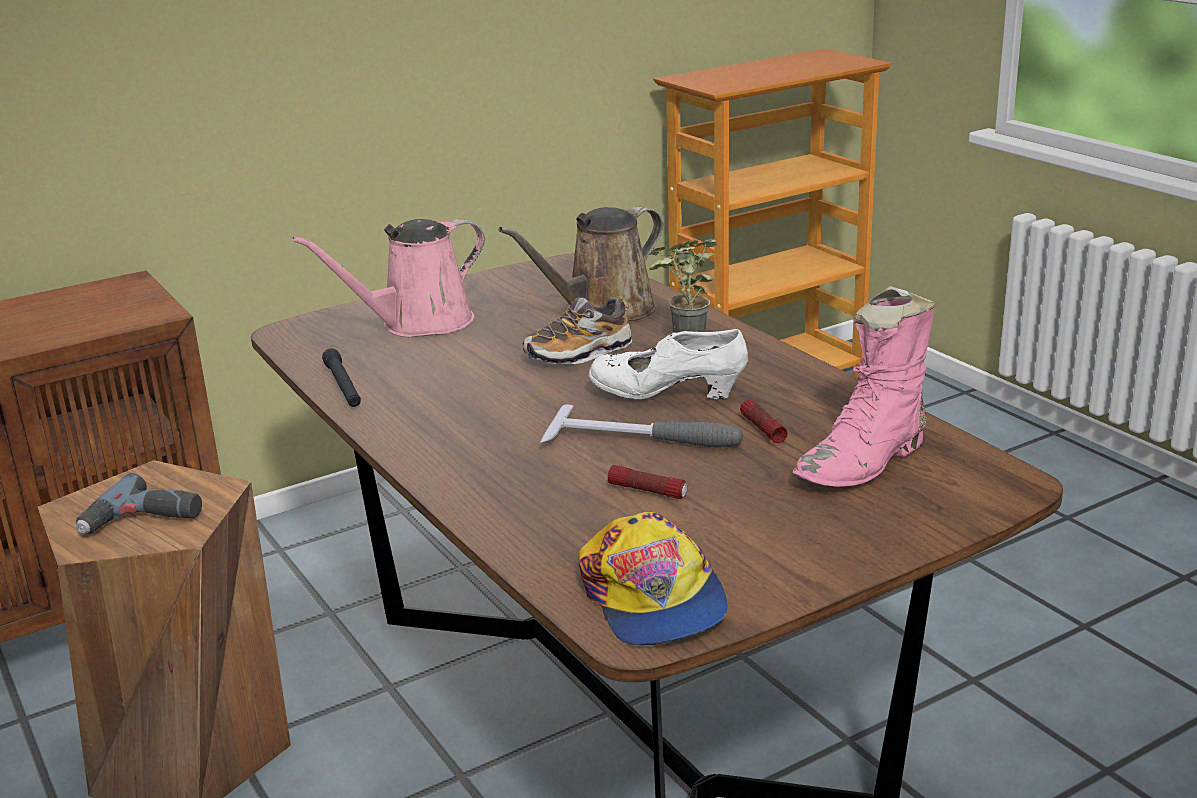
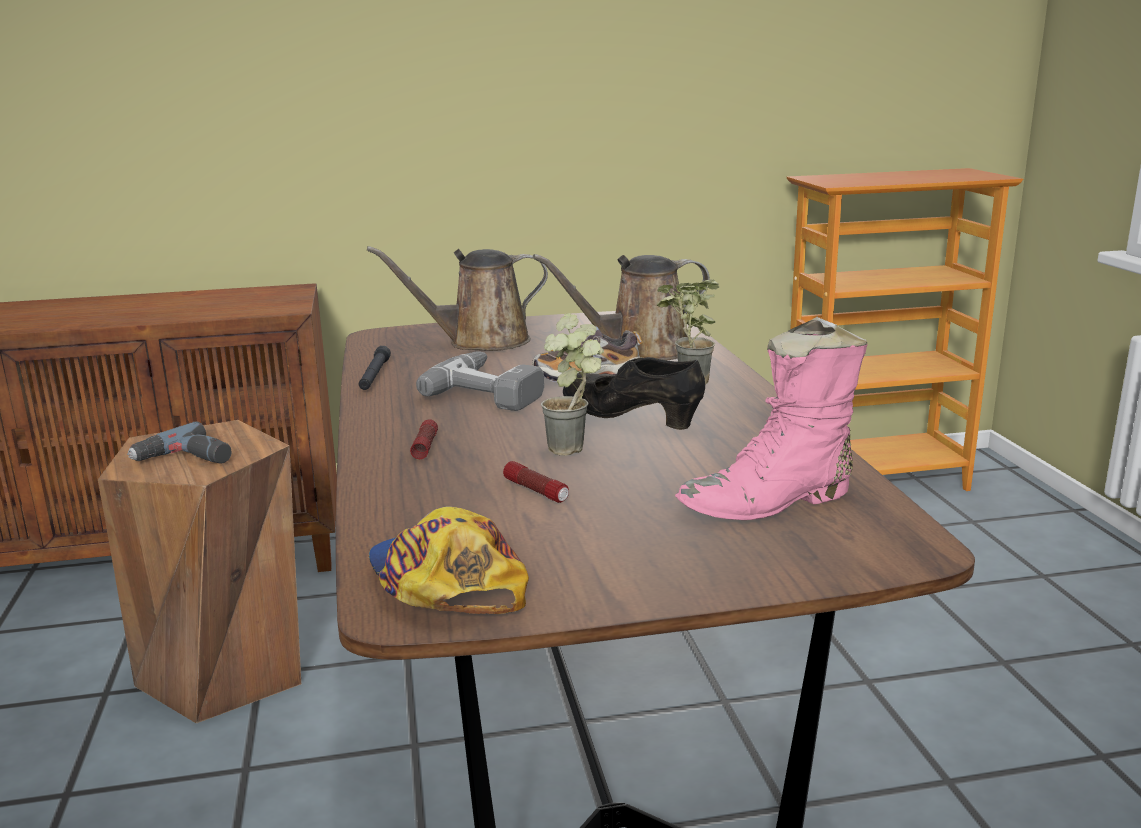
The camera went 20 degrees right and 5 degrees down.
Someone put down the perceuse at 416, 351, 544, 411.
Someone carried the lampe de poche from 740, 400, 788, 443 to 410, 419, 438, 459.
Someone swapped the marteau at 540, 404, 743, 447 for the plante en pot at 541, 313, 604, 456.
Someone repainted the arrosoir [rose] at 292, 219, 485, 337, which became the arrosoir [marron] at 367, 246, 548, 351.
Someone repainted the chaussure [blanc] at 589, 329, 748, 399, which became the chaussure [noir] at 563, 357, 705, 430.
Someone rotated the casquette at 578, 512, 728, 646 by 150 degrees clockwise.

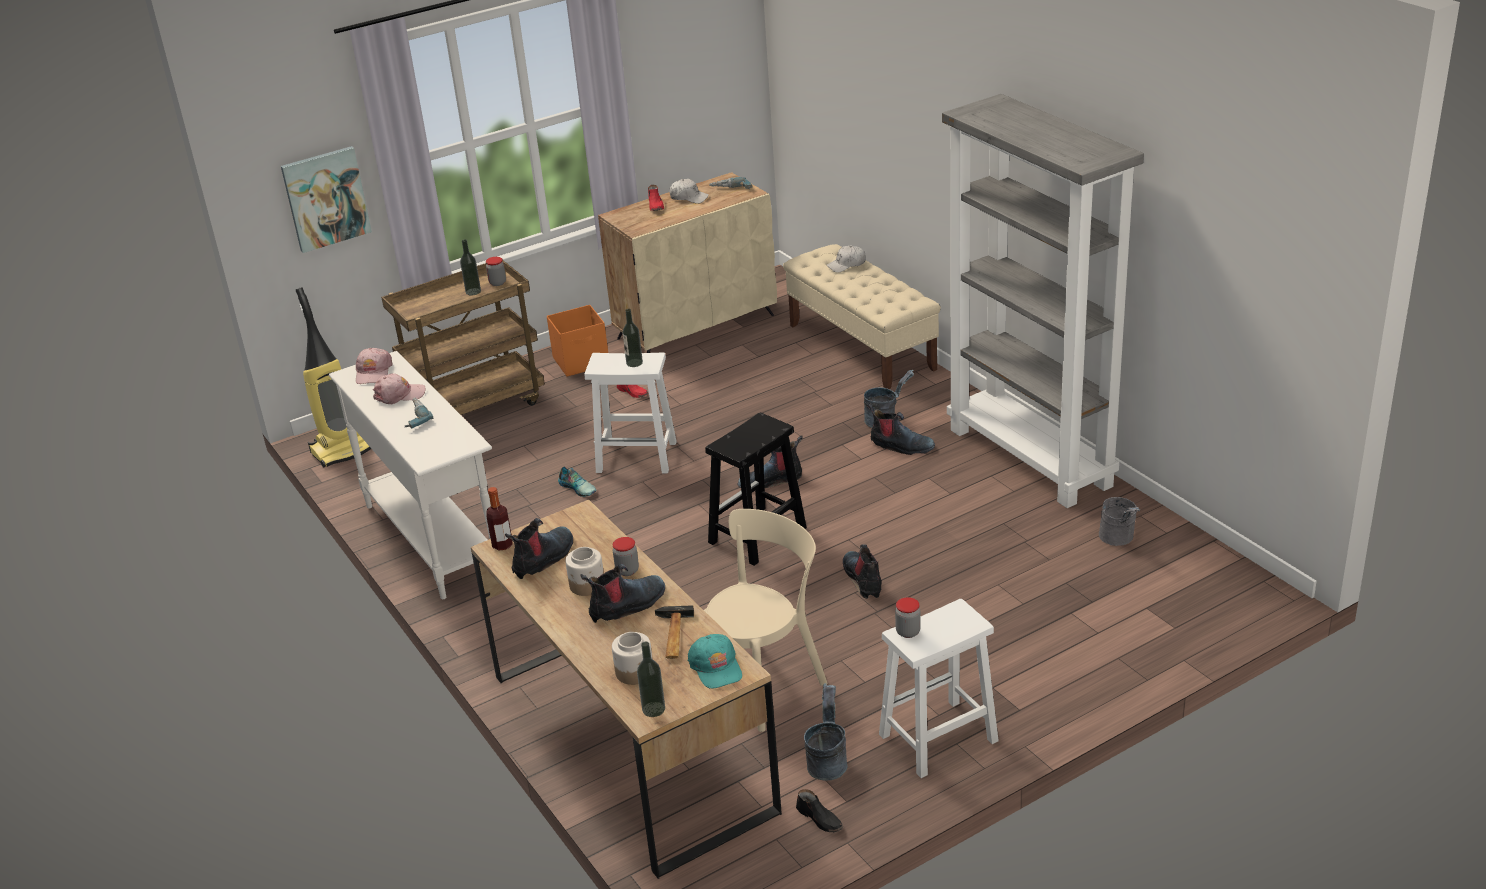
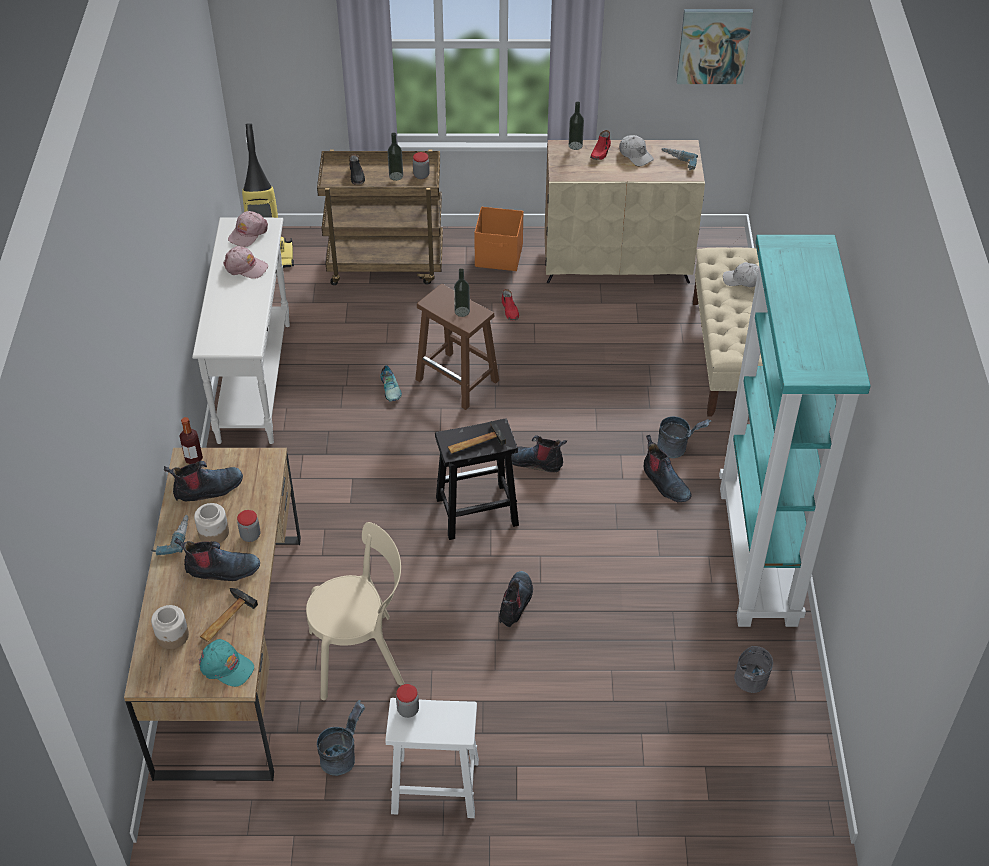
The camera went 30 degrees right and 15 degrees up.
Someone put down the marteau at 448, 421, 506, 454.
Someone carried the tableau from 281, 146, 372, 253 to 677, 9, 753, 84.
Someone carried the perceuse from 404, 398, 434, 428 to 151, 515, 188, 555.
Someone carried the bouteille from 637, 642, 665, 717 to 569, 101, 584, 150.
Someone carried the chaussure [noir] from 796, 789, 843, 832 to 349, 154, 365, 185.
Someone repainted the tabouret [blanc] at 584, 353, 677, 473, which became the tabouret [marron] at 415, 284, 499, 410.
Someone repainted the bibliothèque [gris] at 942, 94, 1144, 508, which became the bibliothèque [turquoise] at 719, 235, 870, 627.
Someone rotated the casquette [turquoise] at 688, 634, 742, 689 by 75 degrees counterclockwise.

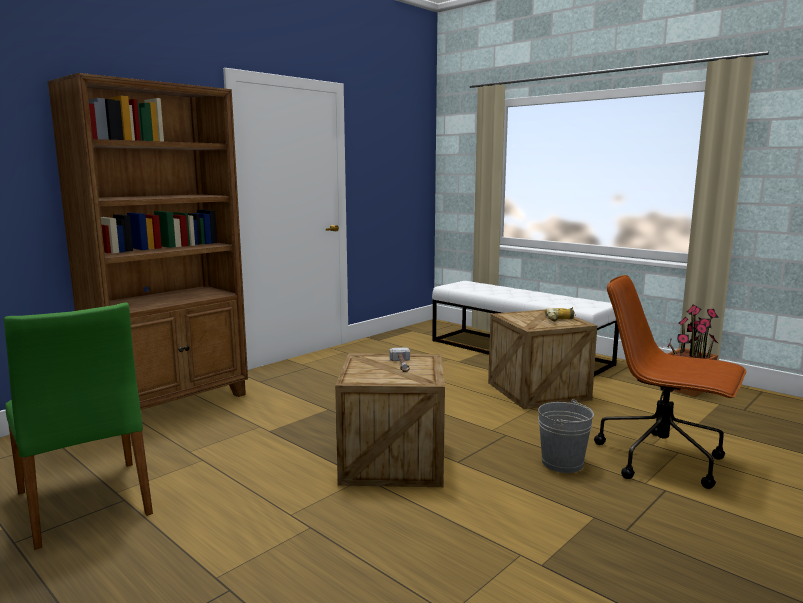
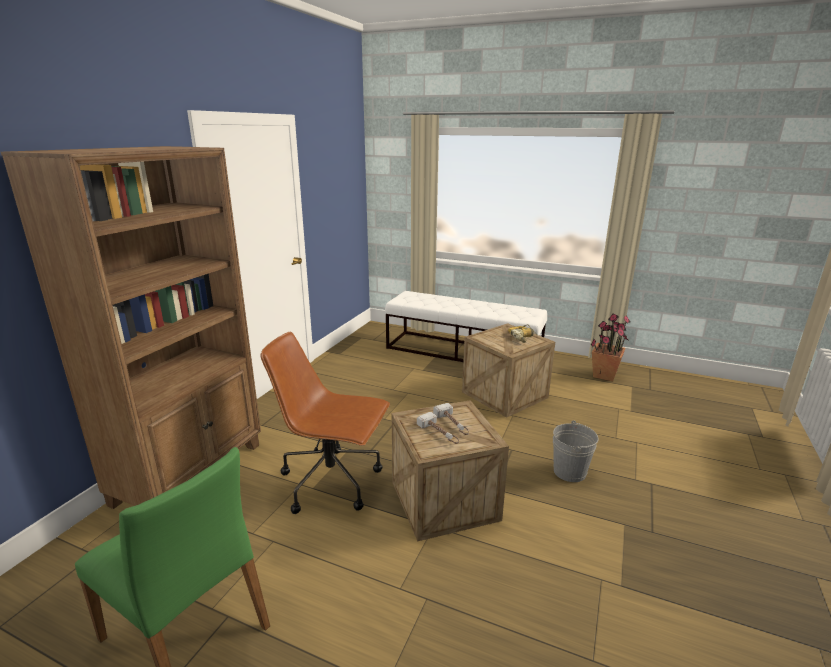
The camera went 20 degrees left and 10 degrees up.
Someone put down the marteau at 417, 412, 459, 444.
Someone carried the chaise de bureau [marron] from 594, 275, 746, 489 to 260, 332, 390, 514.

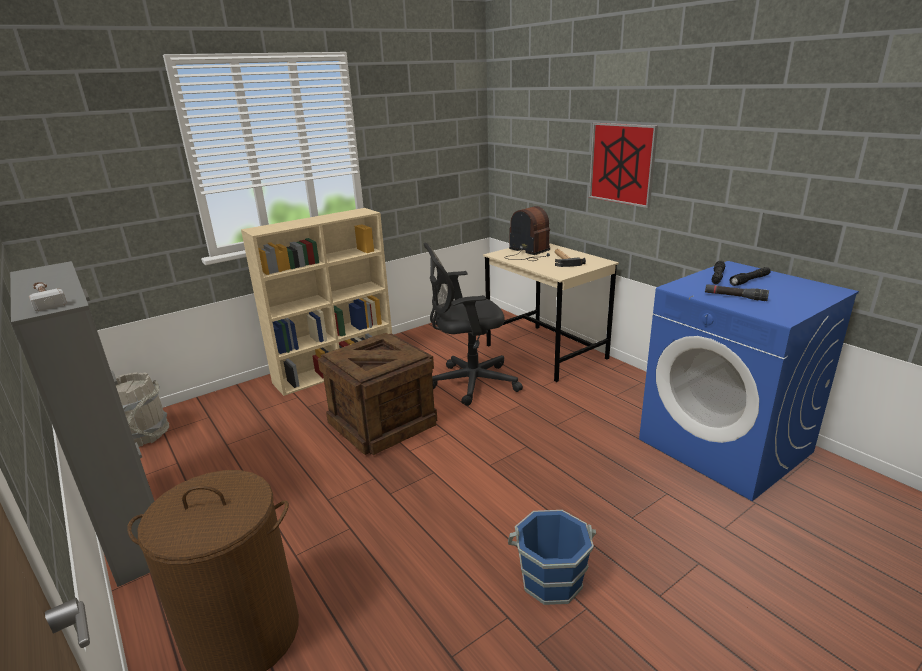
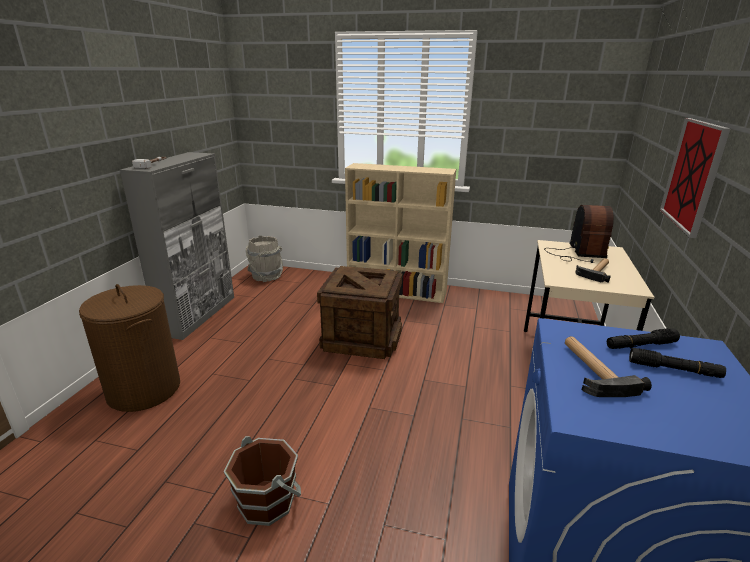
The camera went 50 degrees right and 0 degrees up.
Someone took away the chaise de bureau [noir] at 423, 243, 523, 406.
Someone swapped the lampe de poche [noir] at 705, 284, 769, 301 for the marteau at 565, 336, 652, 397.
Someone repainted the seau [bleu] at 508, 510, 596, 605, which became the seau [marron] at 224, 436, 301, 526.

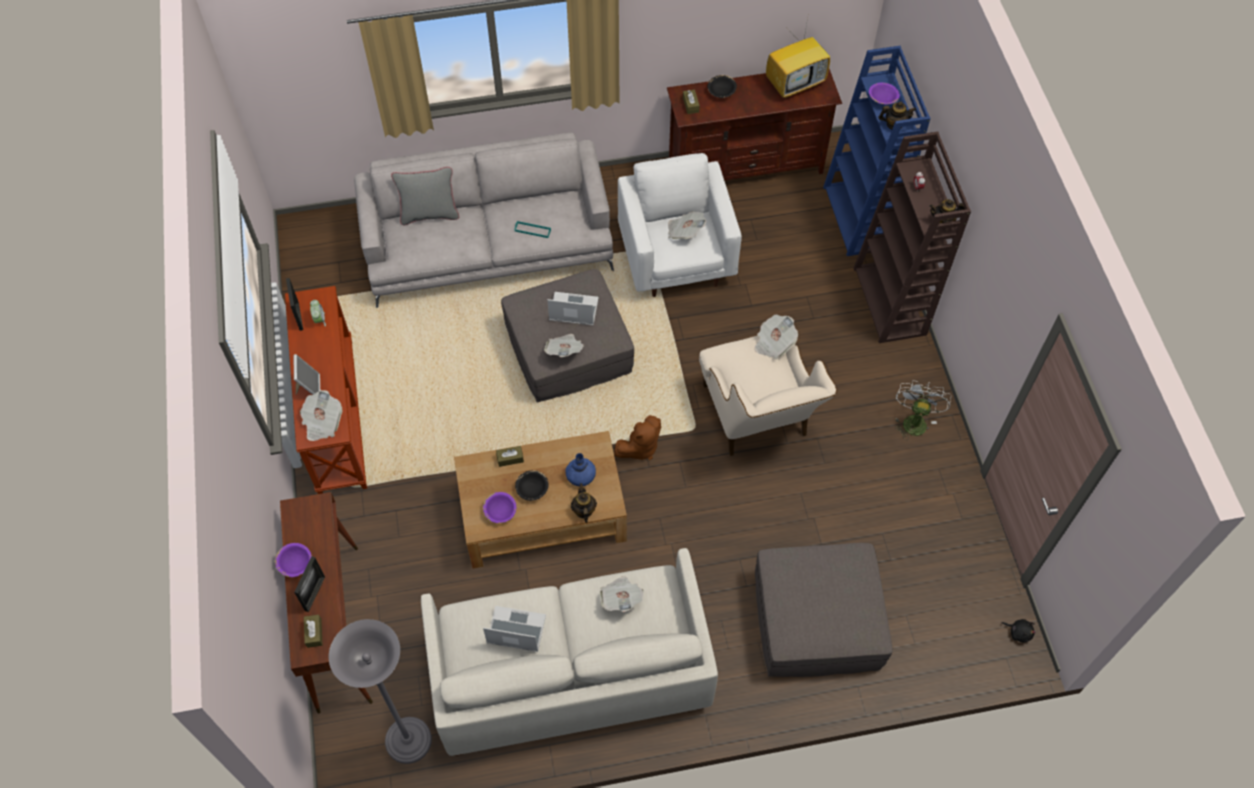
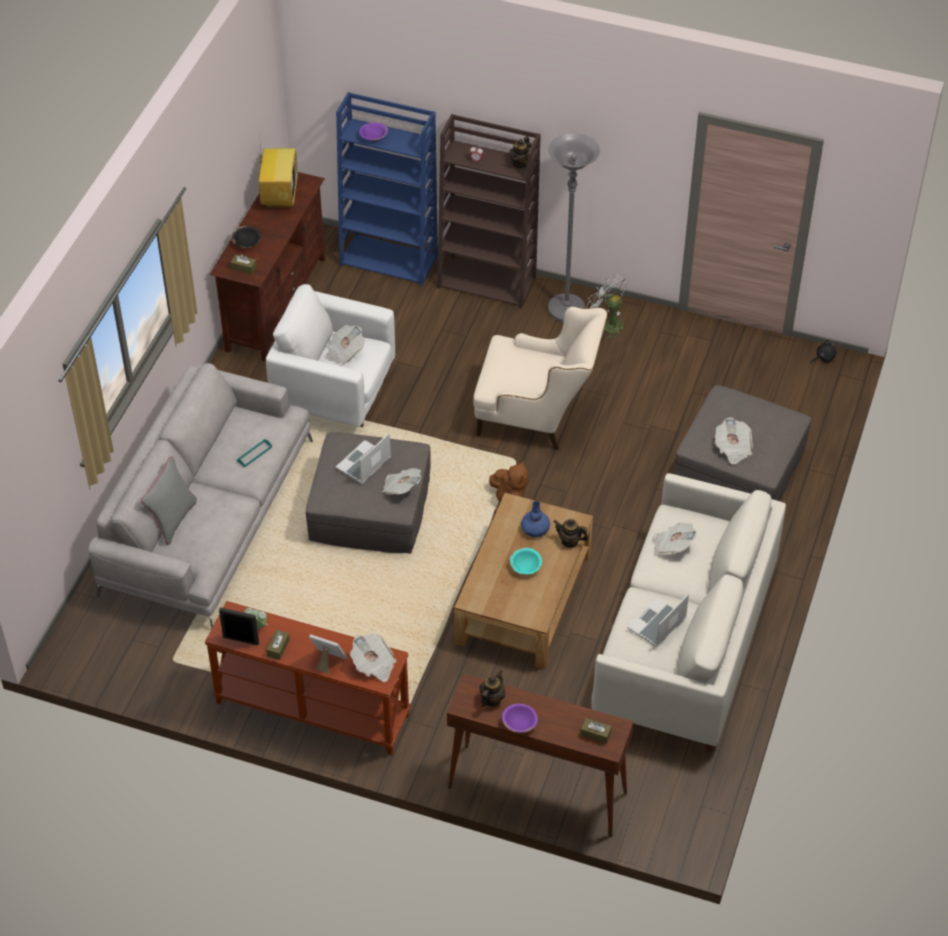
The camera went 60 degrees left and 10 degrees down.
Someone took away the cadre photo at 294, 556, 325, 612.
Someone took away the bol [violet] at 483, 492, 516, 523.
Someone carried the lampadaire [gris] from 329, 619, 432, 764 to 548, 133, 600, 322.
Someone carried the boîte à mouchoirs [marron] from 496, 446, 524, 467 to 266, 630, 290, 660.
Someone carried the journal from 754, 314, 798, 360 to 715, 417, 753, 465.
Someone carried the théière from 878, 101, 916, 130 to 479, 670, 505, 707.
Someone repainted the bol [noir] at 515, 470, 549, 501, which became the bol [turquoise] at 510, 548, 542, 575.

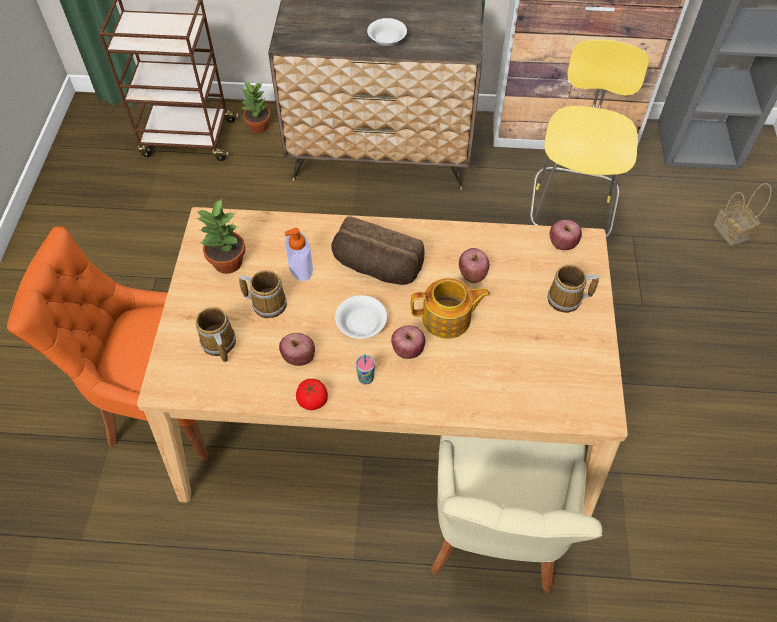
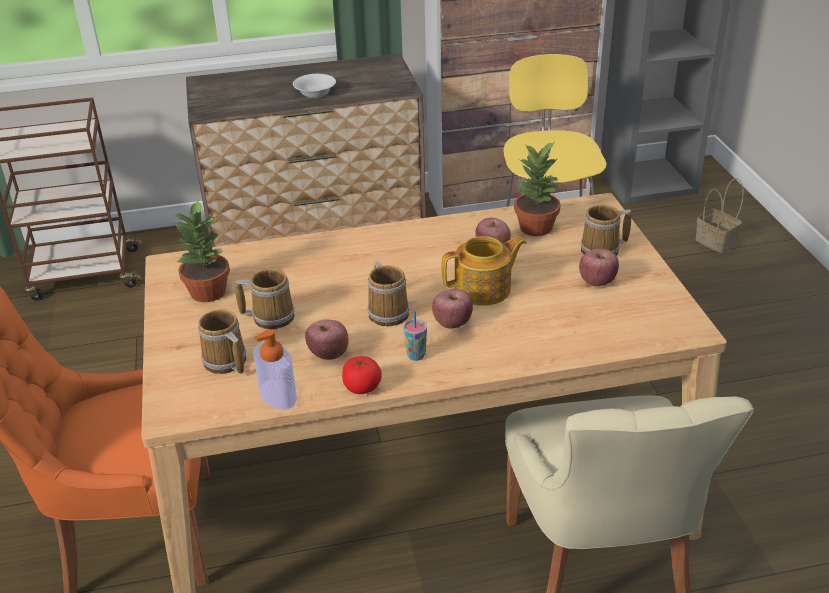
The camera went 15 degrees left and 20 degrees down.
Someone took away the pain at 331, 216, 424, 285.
Someone carried the plante en pot from 241, 81, 270, 133 to 514, 141, 561, 236.
Someone carried the distributeur de savon from 285, 228, 313, 281 to 253, 329, 297, 410.
Someone carried the pomme from 550, 220, 582, 250 to 579, 249, 619, 286.
Someone swapped the bol [blanc] at 335, 295, 387, 339 for the mug at 368, 261, 409, 326.

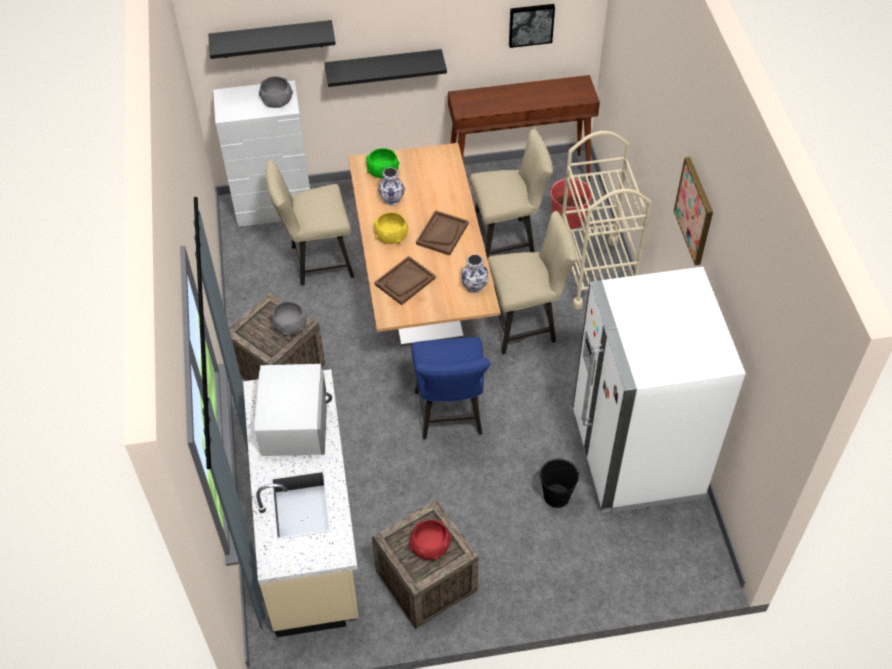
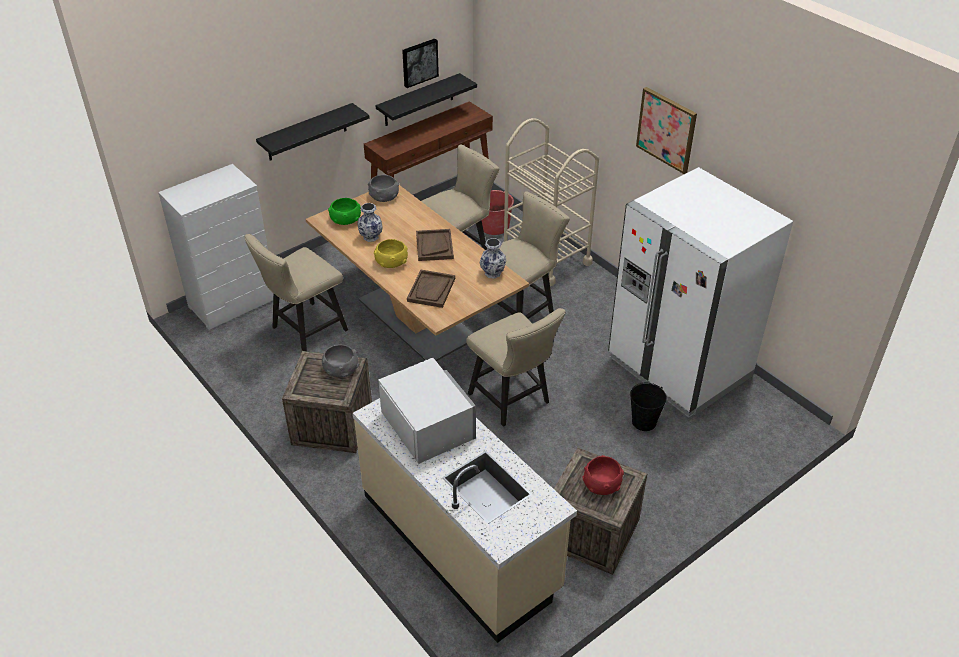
The camera went 30 degrees left and 10 degrees down.
Someone carried the étagère [noir] from 208, 20, 336, 59 to 375, 73, 477, 126.
Someone carried the bol [gris] from 259, 76, 293, 108 to 368, 175, 399, 202.
Someone repainted the chaise [bleu] at 411, 337, 490, 439, which became the chaise [beige] at 466, 308, 566, 427.

